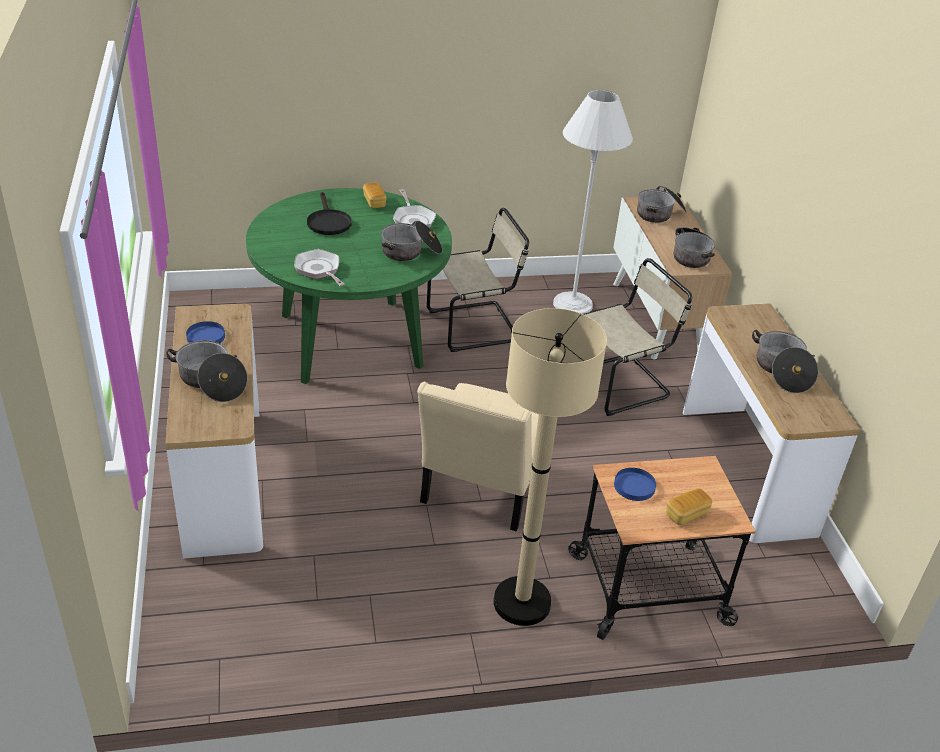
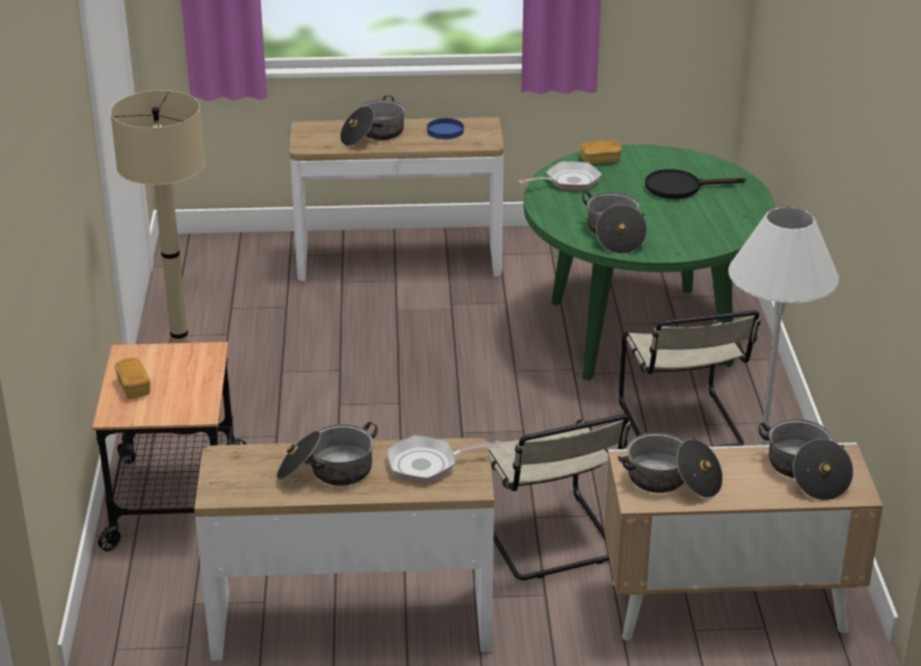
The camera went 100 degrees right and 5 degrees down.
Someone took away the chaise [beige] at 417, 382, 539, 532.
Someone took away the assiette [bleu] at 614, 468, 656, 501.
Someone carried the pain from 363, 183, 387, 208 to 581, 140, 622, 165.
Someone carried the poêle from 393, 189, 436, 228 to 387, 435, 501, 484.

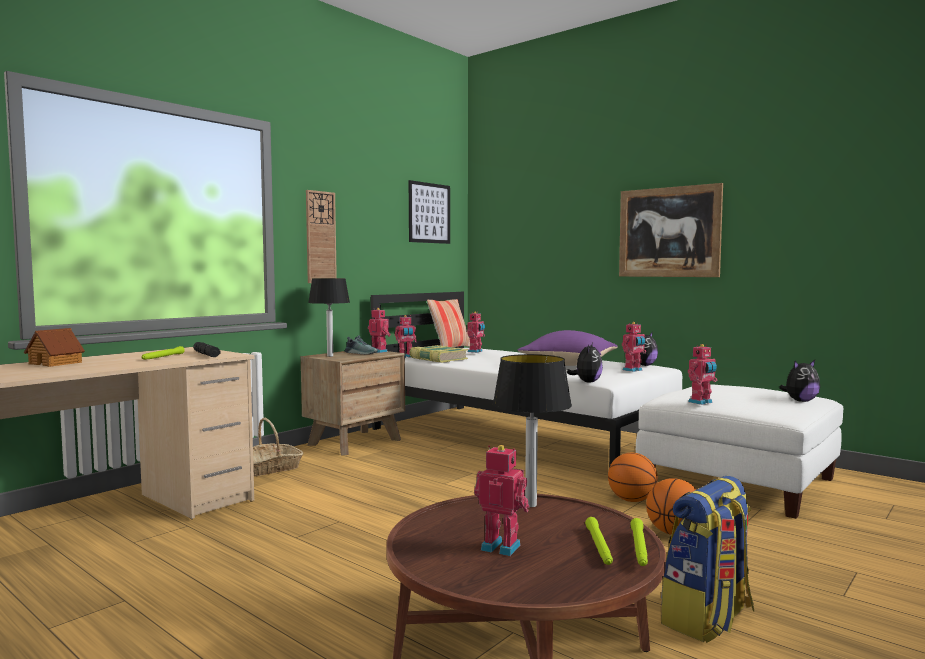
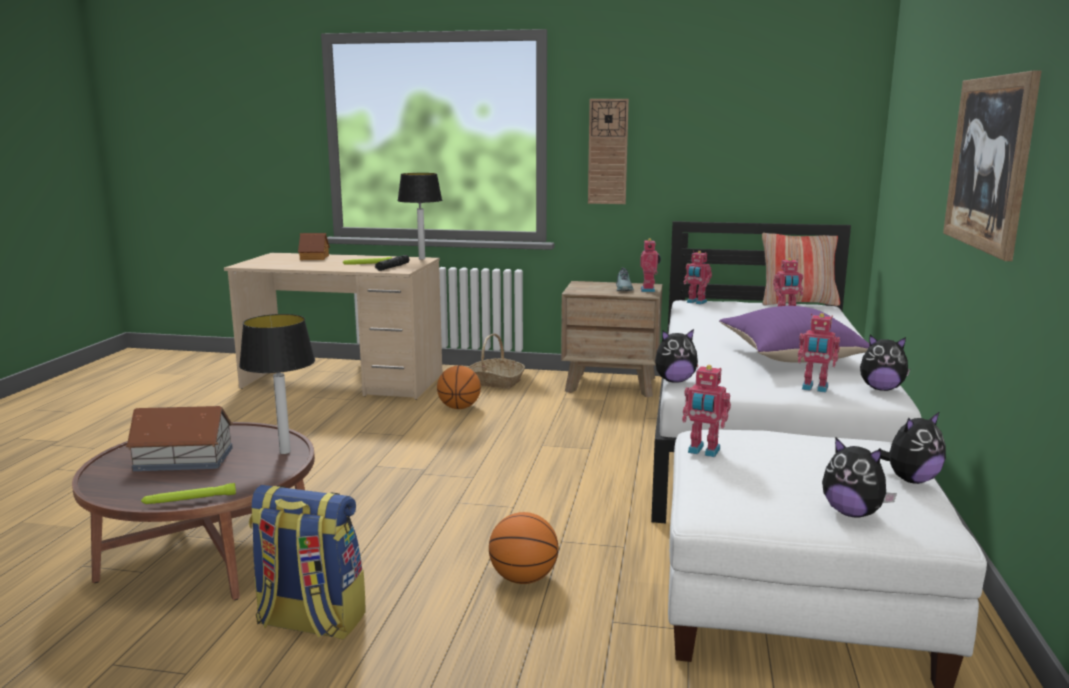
The camera went 60 degrees right and 10 degrees up.
Someone took away the tableau at 409, 180, 450, 244.
Someone took away the livre at 409, 345, 468, 363.
Someone took away the lampe de poche [vert] at 585, 517, 613, 565.
Someone put down the peluche at 878, 411, 946, 484.
Someone carried the lampe de table from 308, 278, 350, 357 to 397, 173, 442, 260.
Someone carried the ballon de basket from 608, 453, 658, 502 to 437, 366, 481, 409.
Someone swapped the robot jouet at 474, 445, 529, 556 for the maison miniature at 126, 406, 233, 471.

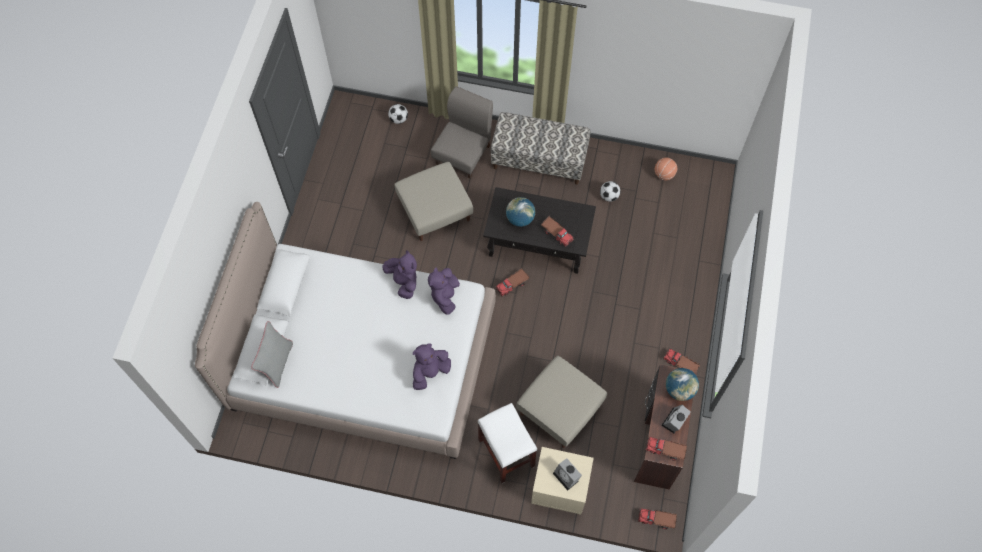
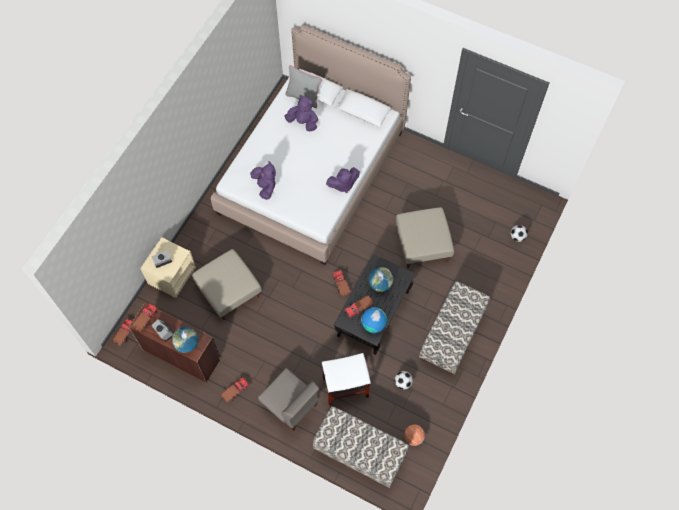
The camera went 105 degrees right and 0 degrees up.
Someone put down the banc at 313, 406, 409, 488.
Someone put down the globe at 361, 307, 387, 333.
Someone carried the peluche [violet] from 428, 268, 460, 315 to 284, 95, 318, 131.
Someone carried the chaise [gris] from 431, 86, 493, 179 to 258, 368, 319, 431.
Someone carried the tabouret [blanc] from 478, 403, 537, 483 to 322, 353, 371, 406.

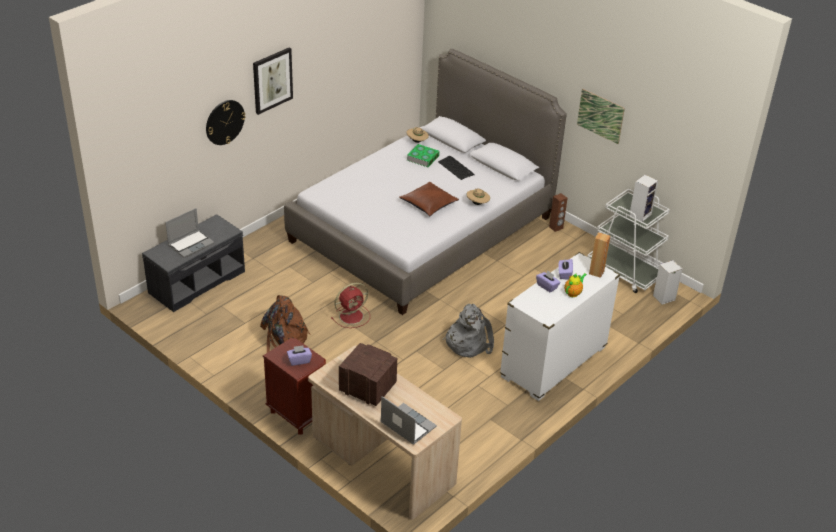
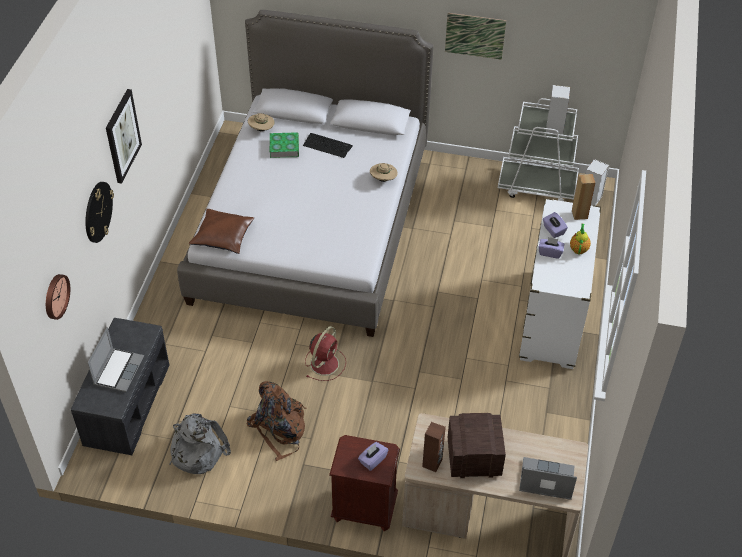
The camera went 30 degrees left and 10 degrees up.
Someone put up the horloge murale at 46, 274, 70, 320.
Someone carried the coussin [marron] from 399, 182, 459, 216 to 189, 209, 254, 254.
Someone carried the sac à dos [gris] from 443, 304, 494, 358 to 169, 414, 231, 474.
Someone carried the enceinte [marron] from 549, 193, 567, 232 to 422, 422, 446, 472.

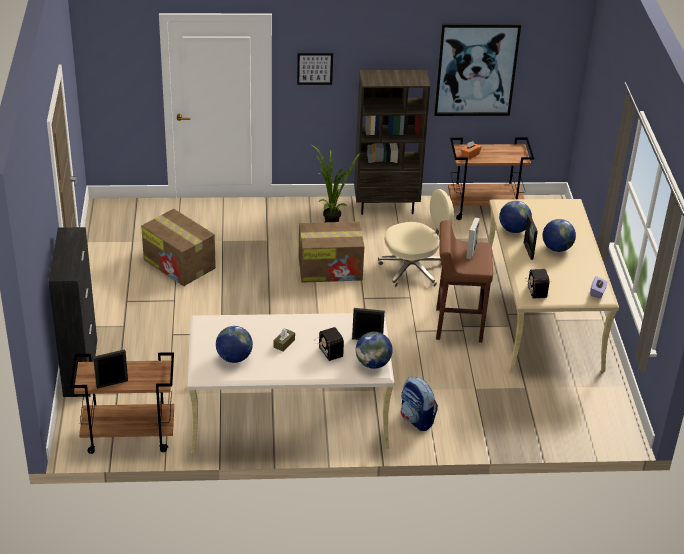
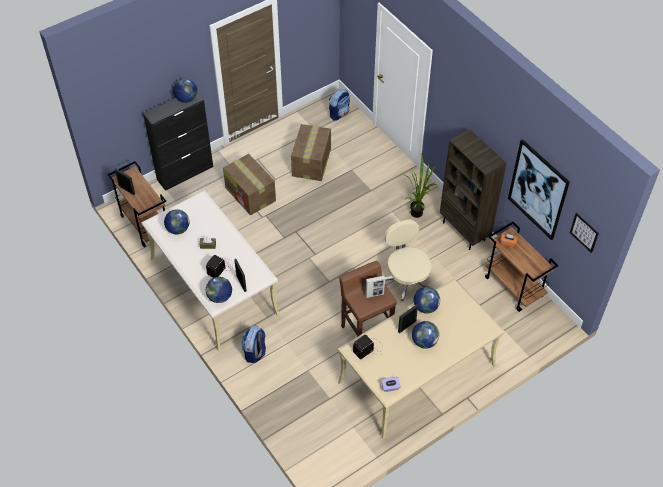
The camera went 60 degrees right and 15 degrees up.
Someone put down the globe at 173, 79, 197, 103.
Someone put down the sac à dos at 329, 89, 350, 121.
Someone carried the tableau from 297, 53, 333, 85 to 570, 213, 599, 253.
Someone carried the carton from 298, 221, 364, 283 to 223, 154, 276, 215.
Someone rotated the chaise de bureau [beige] at 378, 189, 454, 287 by 150 degrees counterclockwise.

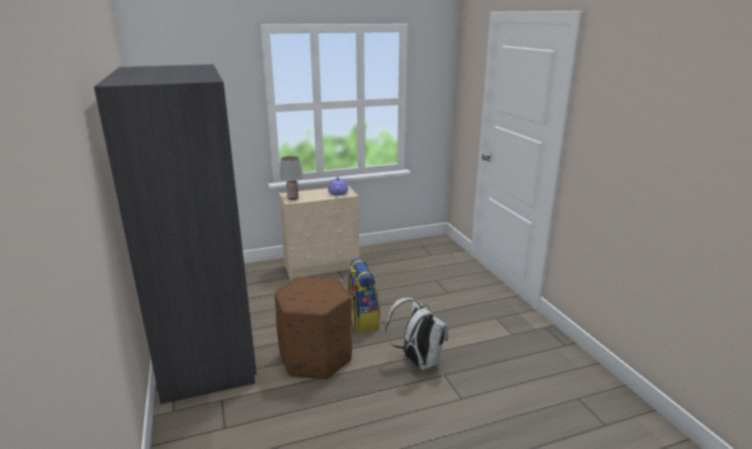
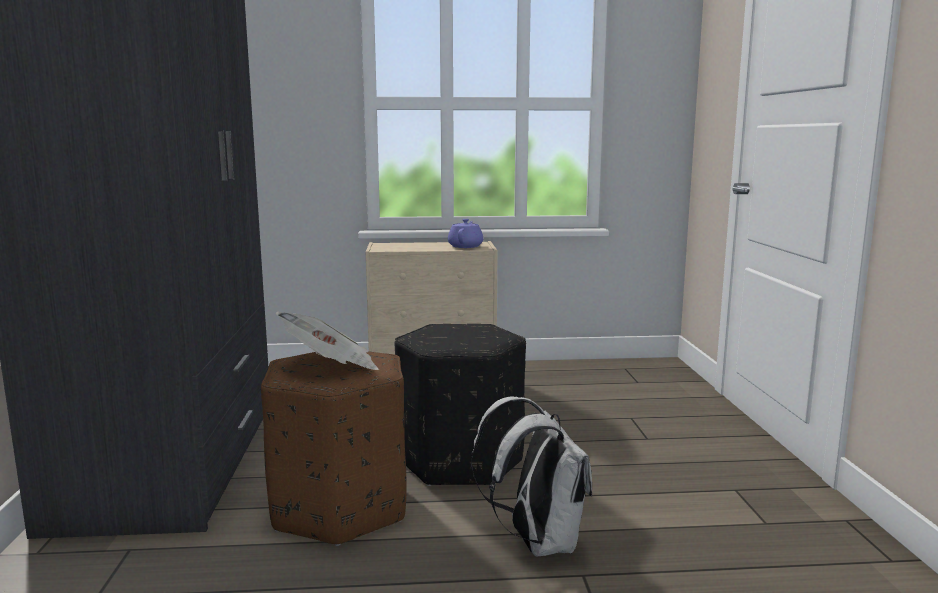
The camera went 15 degrees right and 10 degrees down.
Someone took away the lampe de table [gris] at 280, 156, 303, 200.
Someone put down the journal at 276, 312, 379, 370.
Someone swapped the sac à dos at 347, 258, 380, 332 for the pouf [noir] at 395, 324, 526, 486.

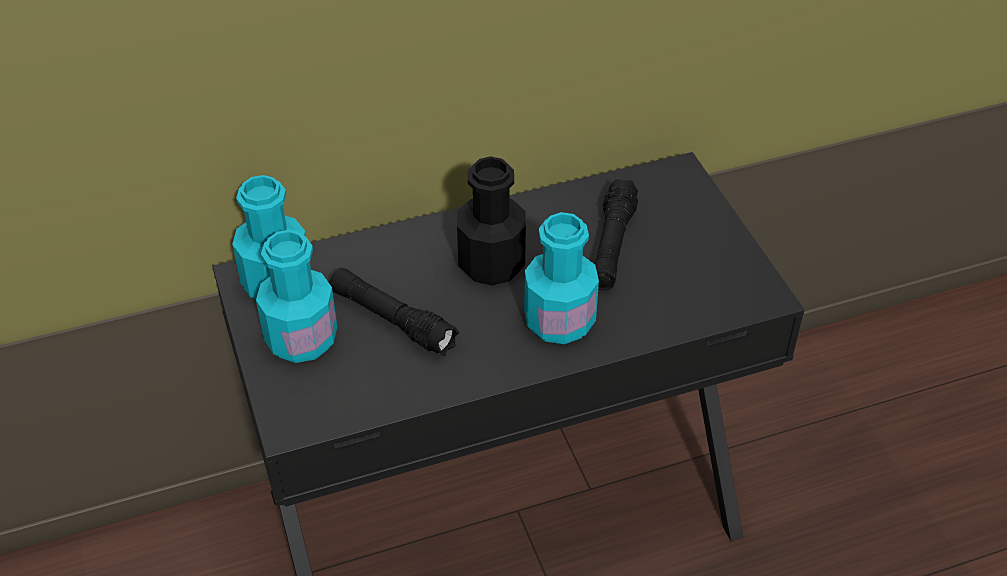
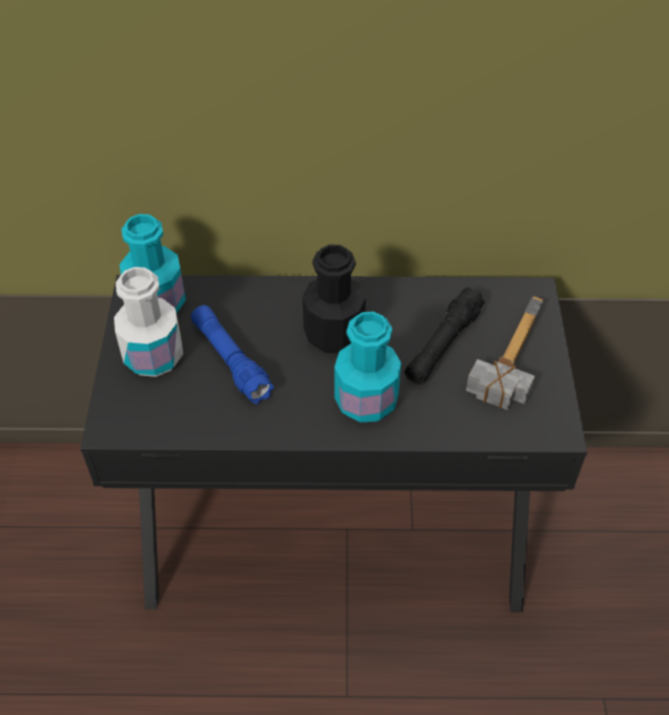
The camera went 20 degrees right and 5 degrees up.
Someone put down the marteau at 466, 296, 543, 410.
Someone repainted the bouteille [turquoise] at 256, 230, 337, 363, which became the bouteille [blanc] at 114, 267, 183, 377.
Someone repainted the lampe de poche [noir] at 329, 268, 459, 356, which became the lampe de poche [bleu] at 191, 305, 274, 404.

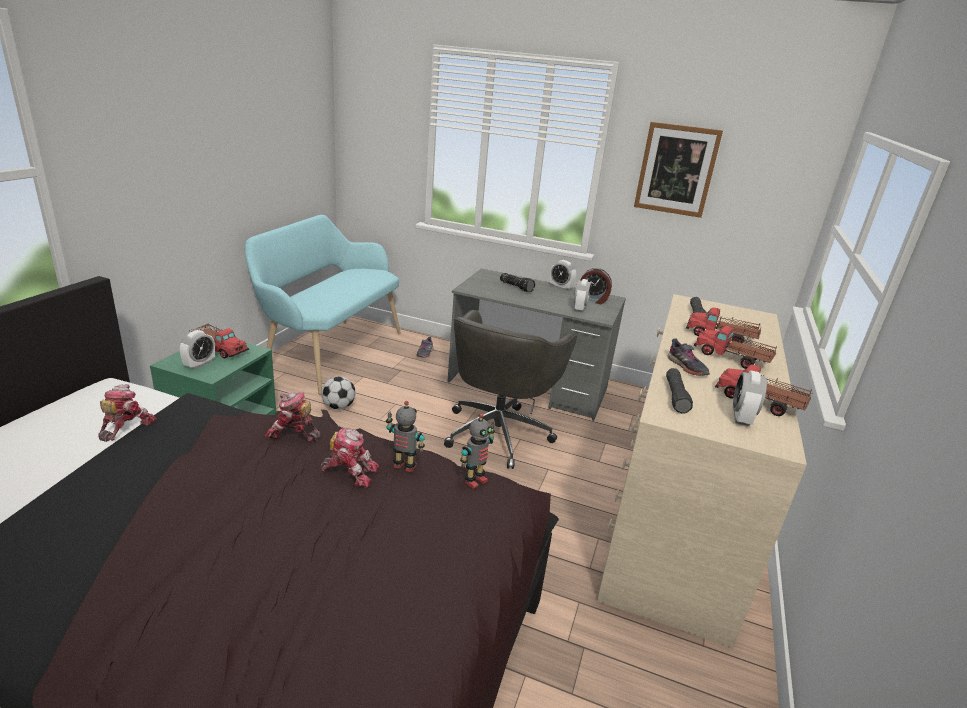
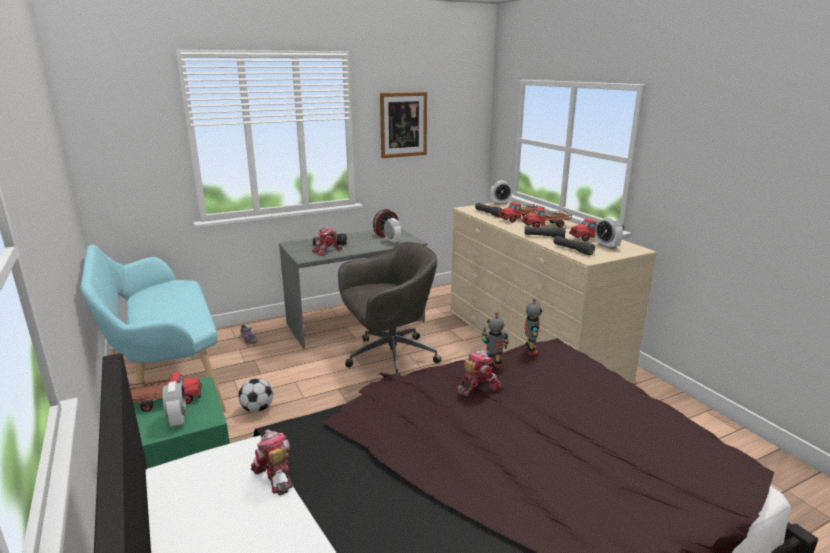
The camera went 45 degrees left and 5 degrees down.
Someone carried the robot jouet from 265, 392, 320, 442 to 312, 227, 342, 256.
Someone carried the réveil from 550, 260, 576, 291 to 490, 181, 512, 205.
Someone swapped the chaussure [gris] at 667, 338, 710, 376 for the lampe de poche [noir] at 525, 226, 566, 238.
Someone rotated the chaise de bureau [gris] at 444, 310, 577, 469 by 90 degrees counterclockwise.

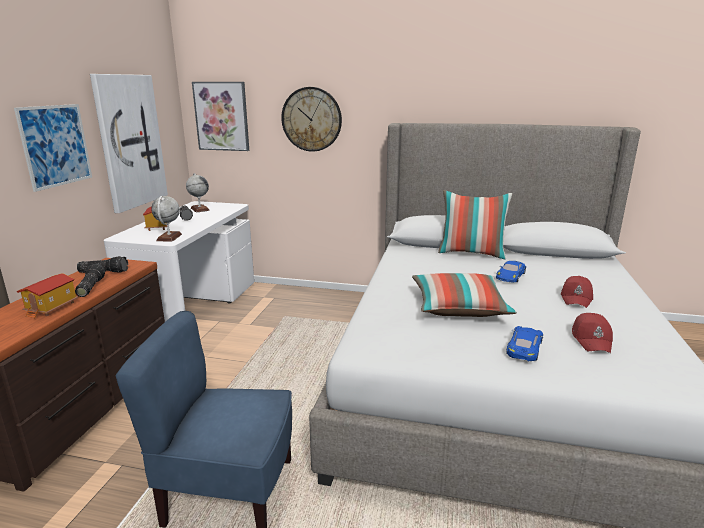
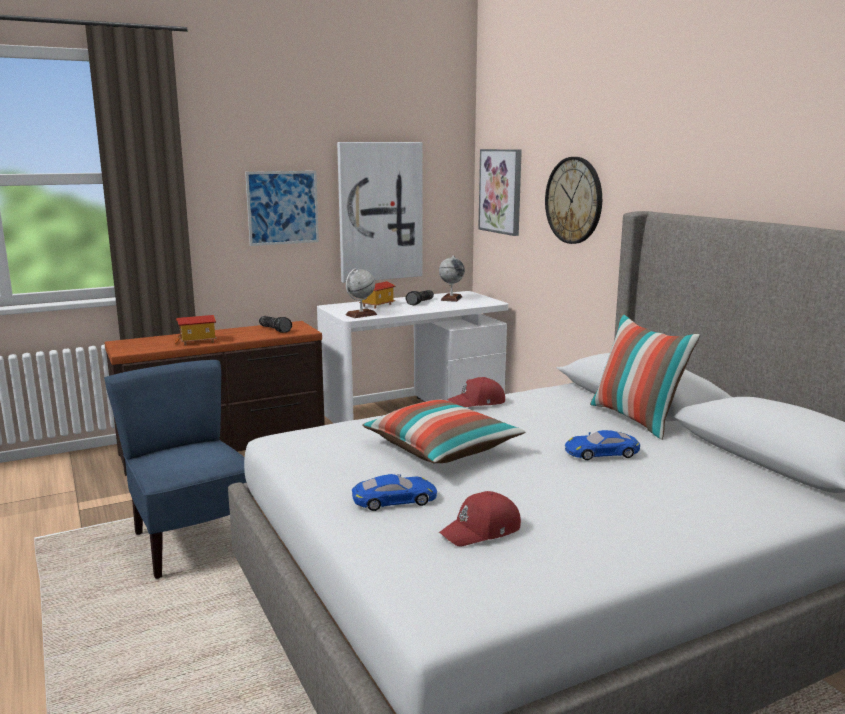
The camera went 50 degrees right and 5 degrees down.
Someone took away the lampe de poche at 75, 263, 105, 297.
Someone carried the casquette [rouge] from 561, 276, 593, 308 to 447, 377, 505, 407.

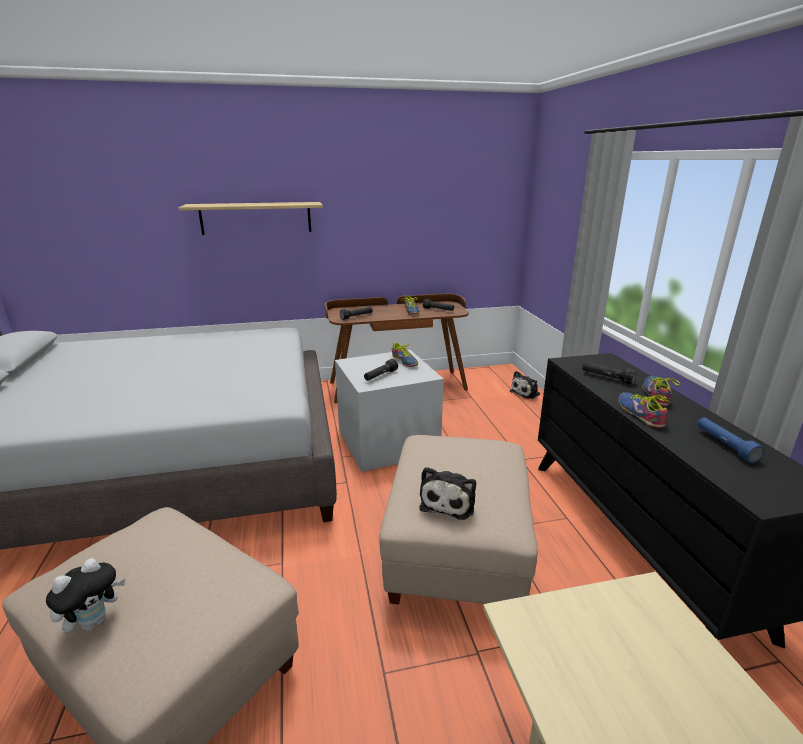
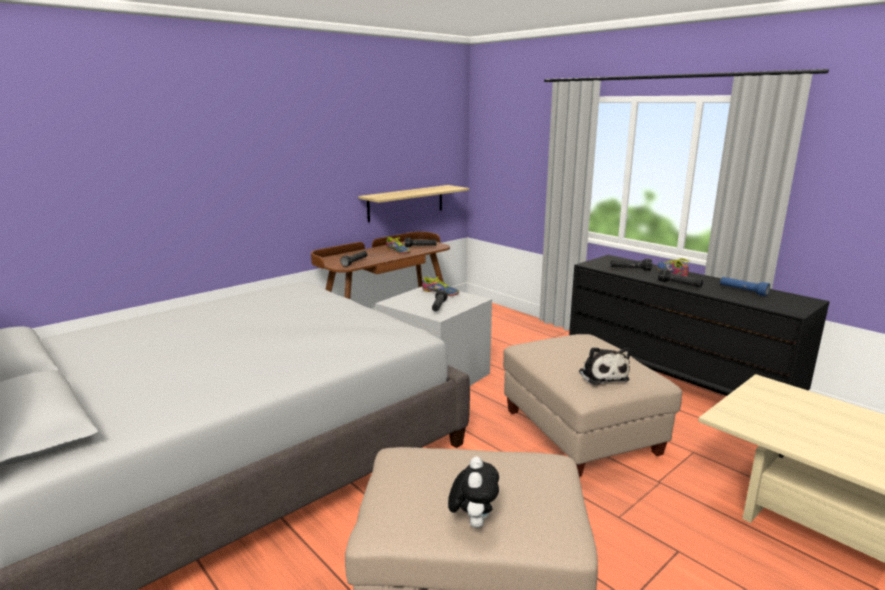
The camera went 30 degrees left and 5 degrees down.
Someone took away the peluche at 510, 371, 540, 399.
Someone carried the étagère from 178, 202, 323, 235 to 358, 185, 469, 222.
Someone swapped the chaussure at 618, 392, 672, 428 for the lampe de poche [noir] at 658, 269, 703, 288.

